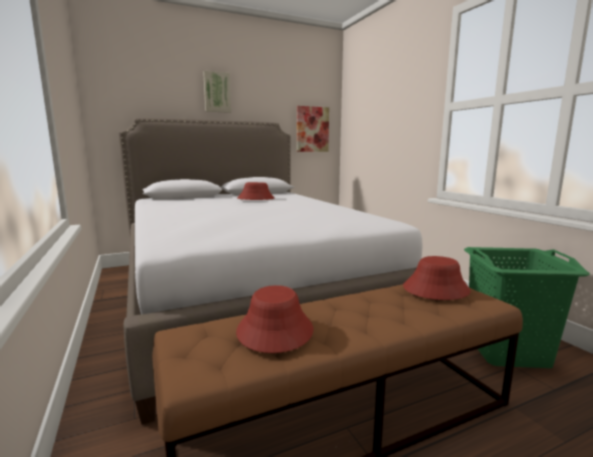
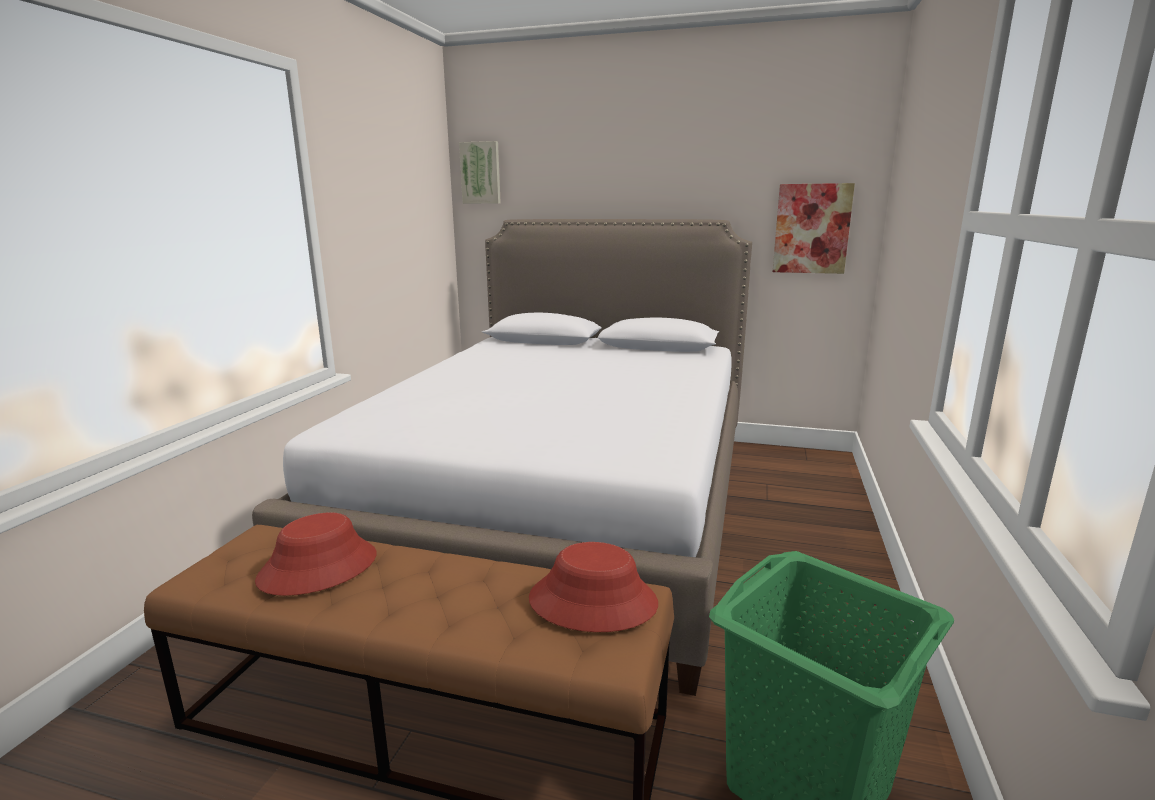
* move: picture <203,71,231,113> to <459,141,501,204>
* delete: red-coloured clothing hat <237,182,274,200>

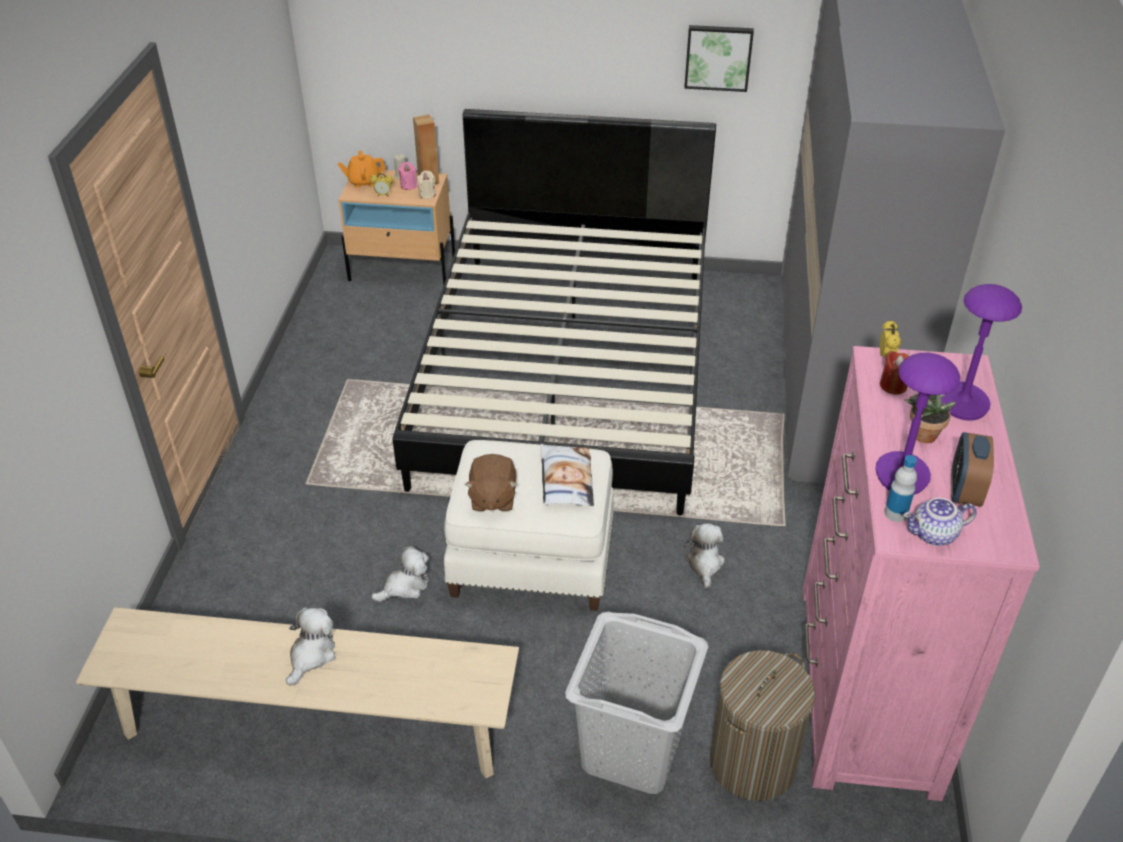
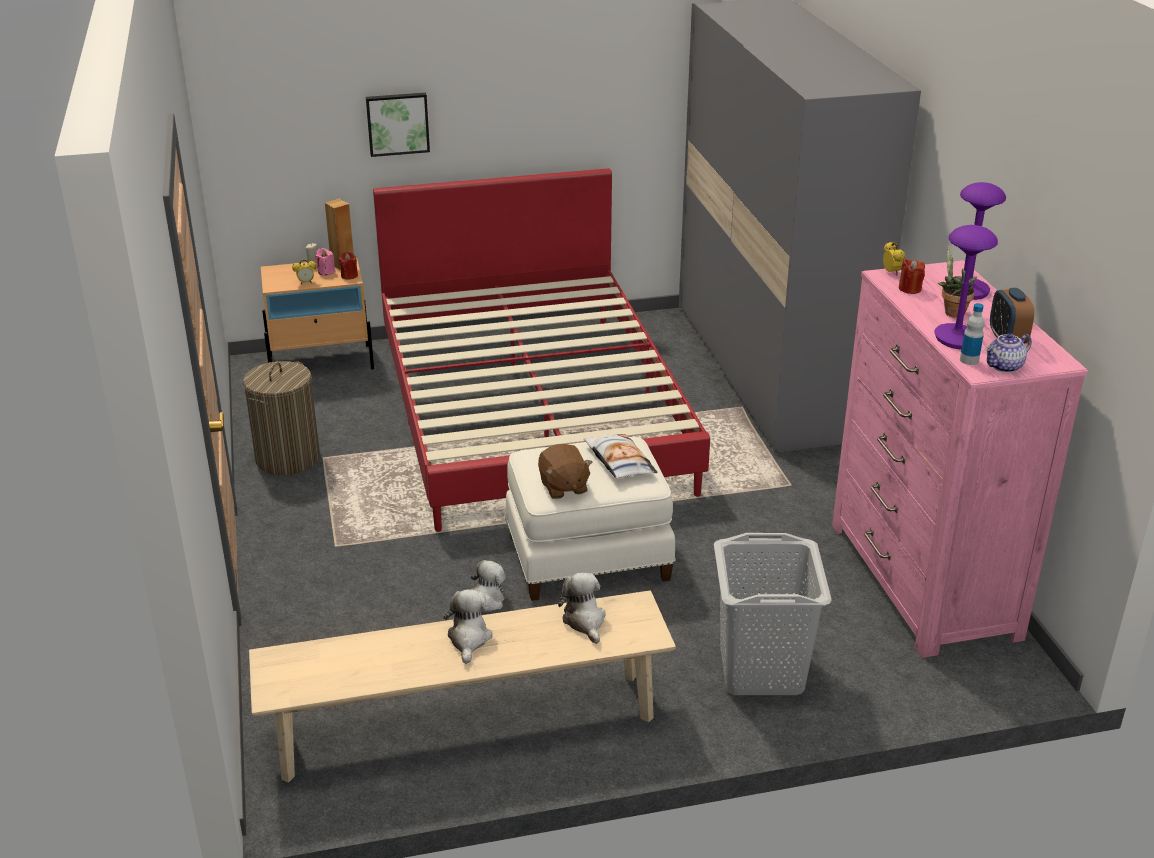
* move: picture <684,25,754,92> to <366,93,430,157>
* recolor: black-coloured bedroom bed <393,109,716,515> to red-coloured bedroom bed <373,168,710,532>
* delete: orange-coloured tea pot <338,151,386,188>
* recolor: beige candle <417,170,436,199> to red-coloured candle <339,252,358,280>
* move: soft toy <684,523,725,589> to <558,572,606,644>
* move: laundry basket <710,650,815,801> to <243,361,320,475>

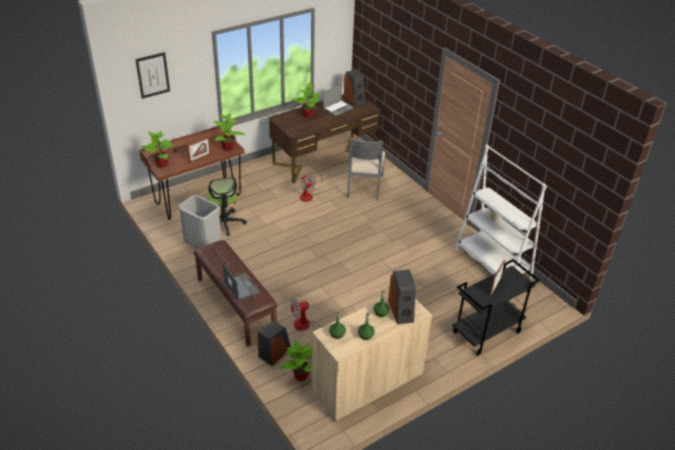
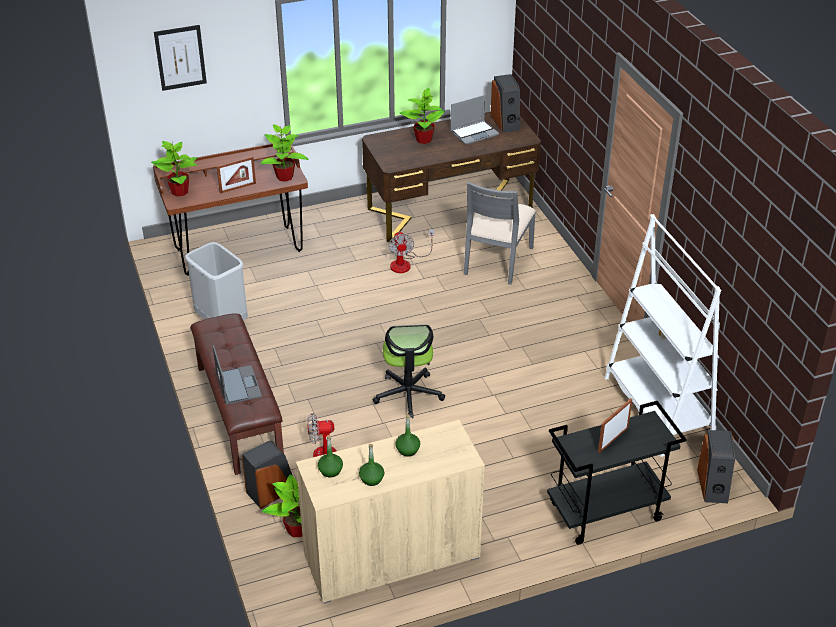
* move: office chair <207,177,247,236> to <373,324,445,418>
* move: speaker <388,270,416,324> to <697,430,735,503>

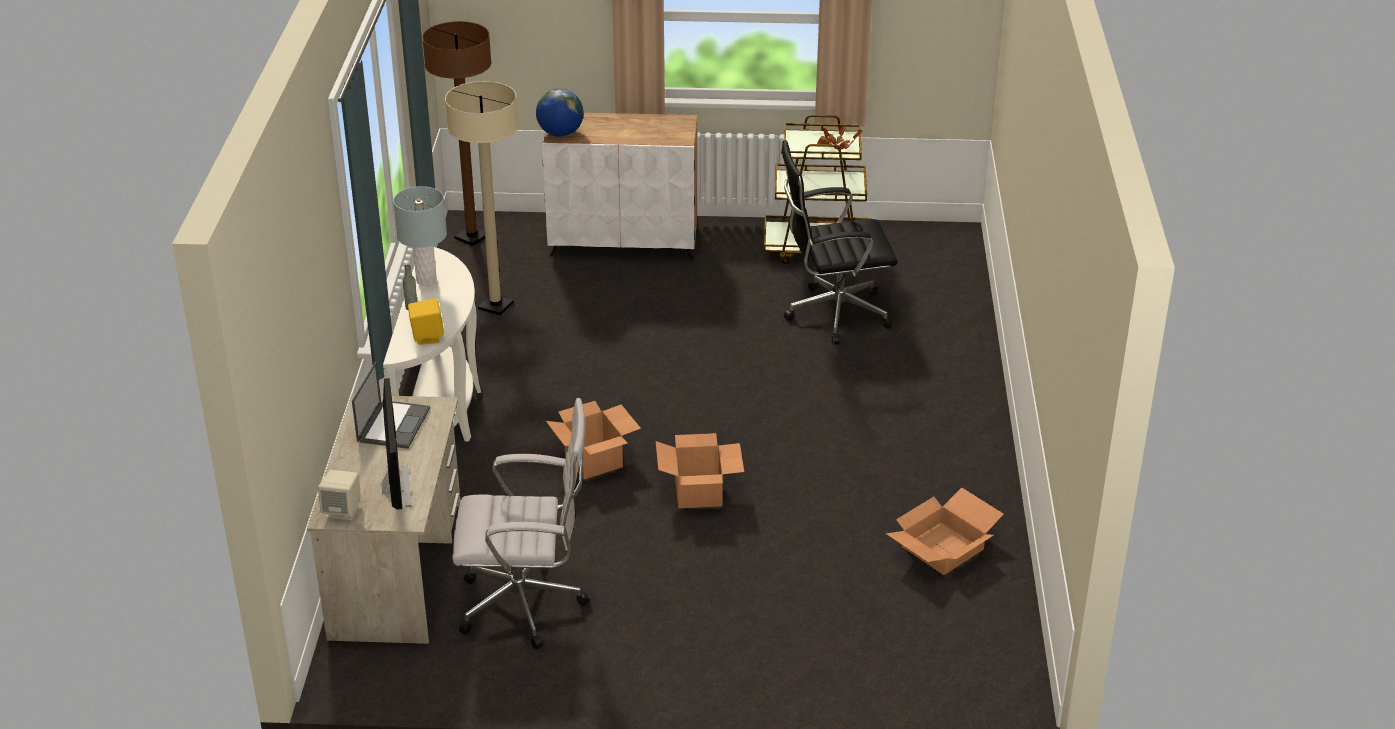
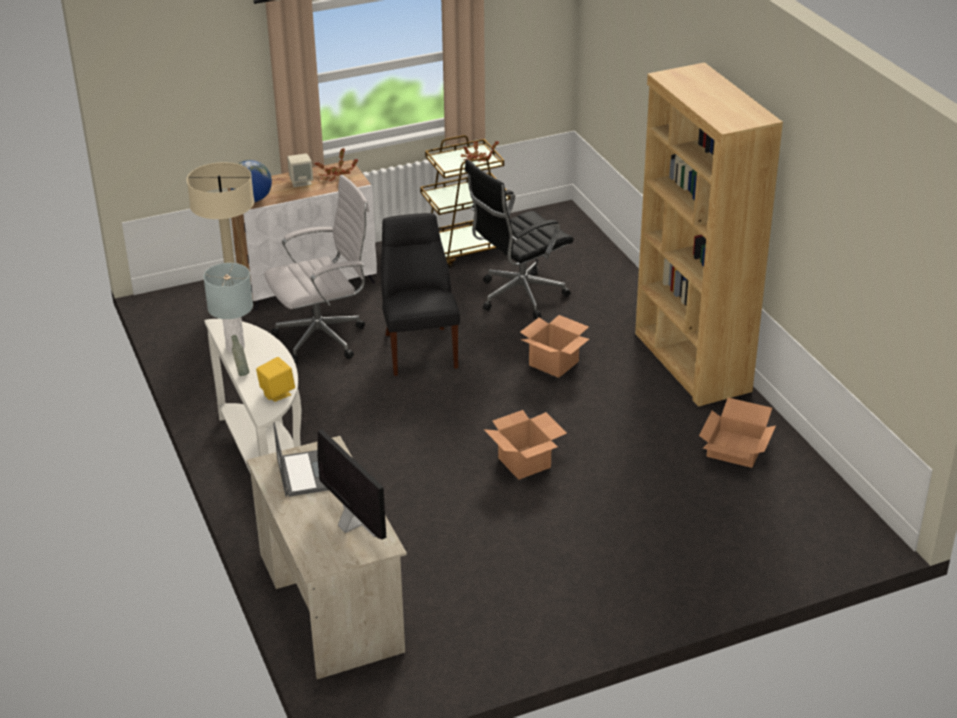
* delete: brownish standard lamp <422,21,492,246>
* move: whitish office chair <453,398,589,649> to <264,175,369,364>
* move: packing box <546,401,641,479> to <520,315,589,378>
* move: beige speaker <318,470,361,520> to <287,153,313,187>
* insert: brownish shelving unit <635,62,783,407>
* insert: plant in a pot <315,148,358,181>
* insert: black-coloured chair <381,213,460,376>

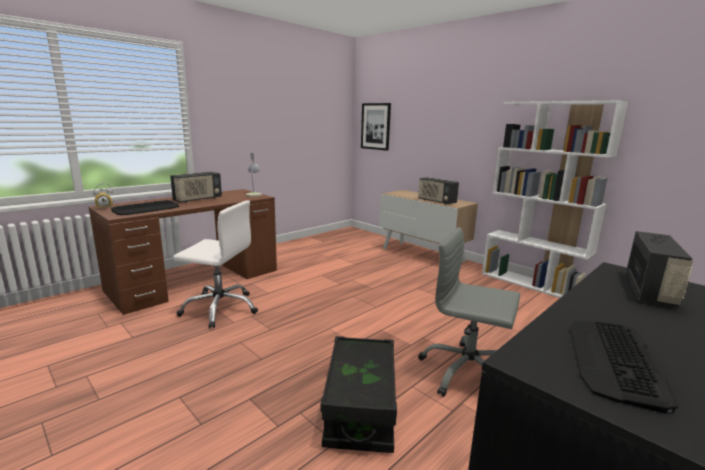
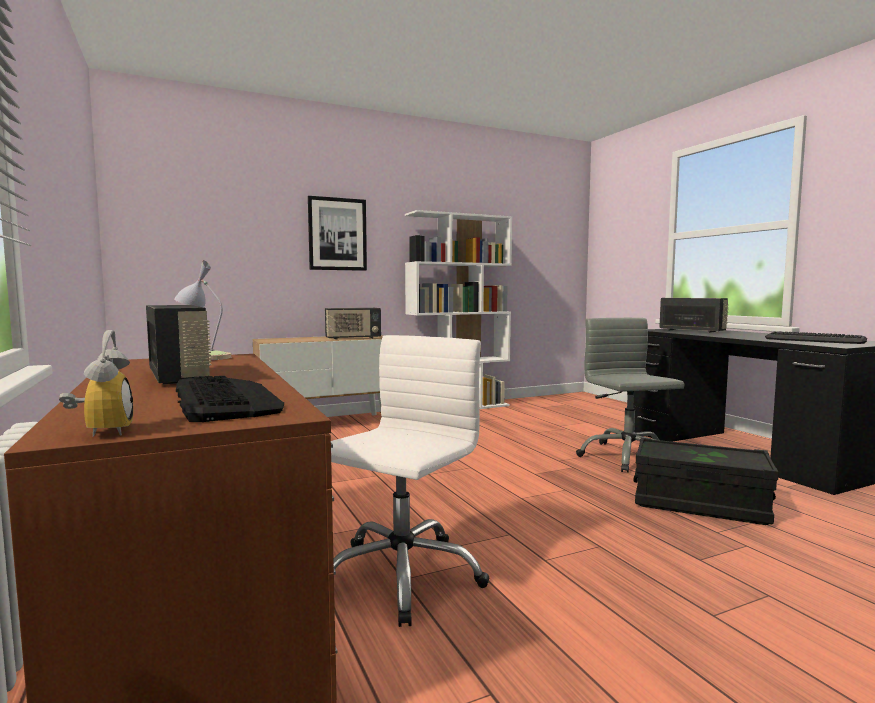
* move: picture <361,103,391,151> to <308,196,367,271>
* rotate: greyish office chair <418,227,520,397> = <576,318,685,473> 120 degrees clockwise

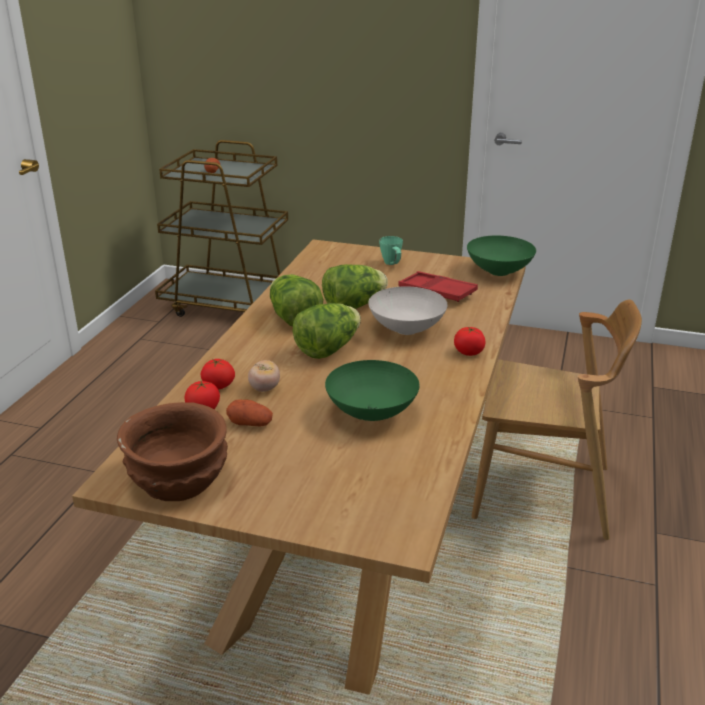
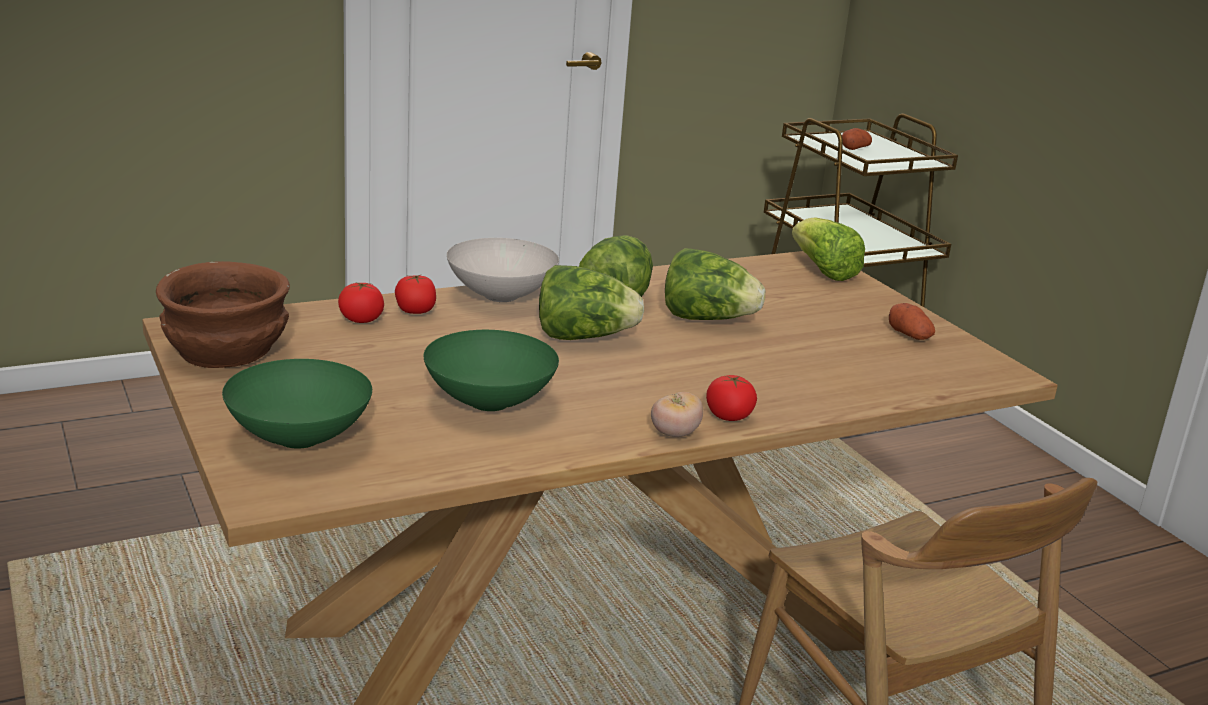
* delete: green tea mug <379,236,403,265>
* move: green deep dish <467,236,536,276> to <222,359,372,449>
* delete: red-coloured carrying tray <398,271,478,302>
* move: whitish deep dish <368,287,448,335> to <447,238,559,302>
* move: tomato <248,360,280,392> to <651,392,703,437>
* move: whole potato <226,400,273,426> to <889,303,935,340>
* insert: head of lettuce <792,217,865,281>

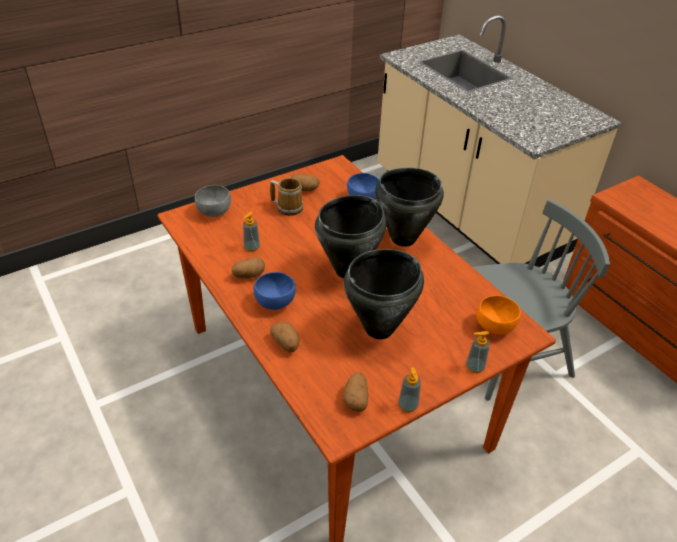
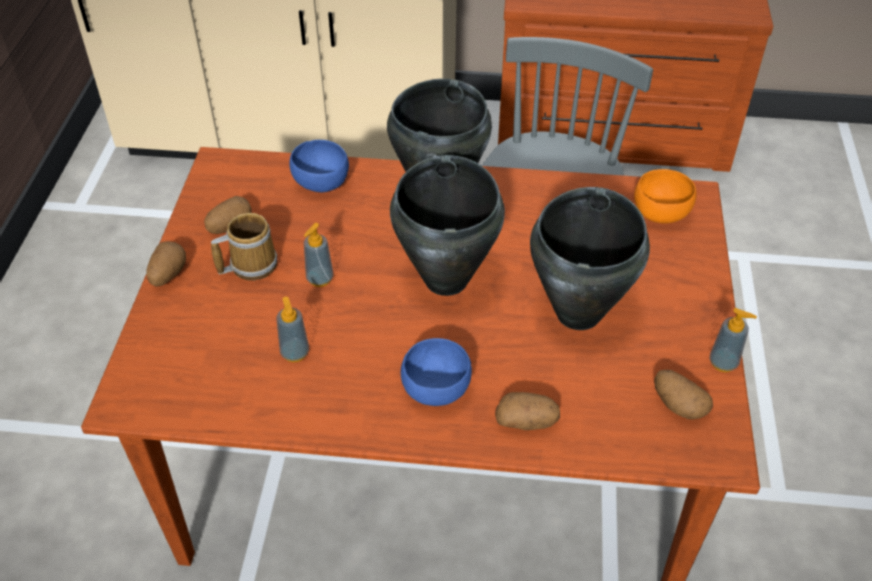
* delete: greyish deep dish <195,185,231,217>
* move: whole potato <232,257,265,279> to <146,241,186,287>
* move: liquid soap bottle <466,331,490,373> to <304,223,333,287>

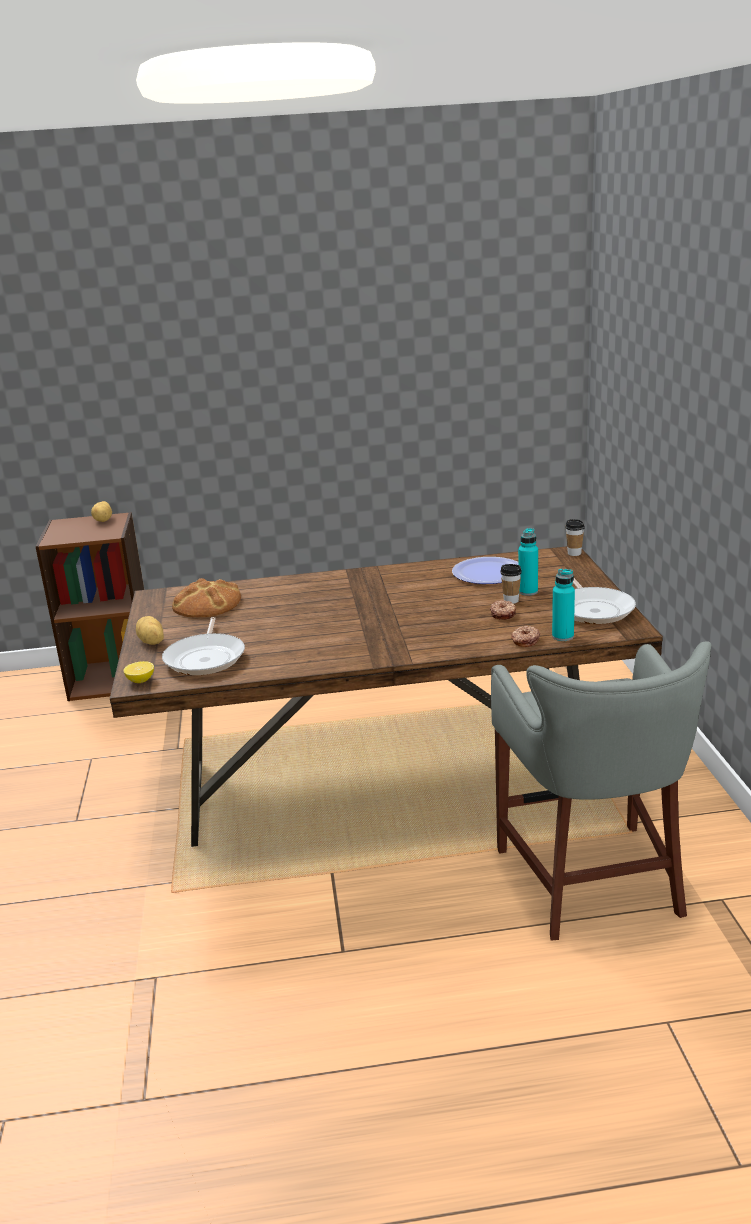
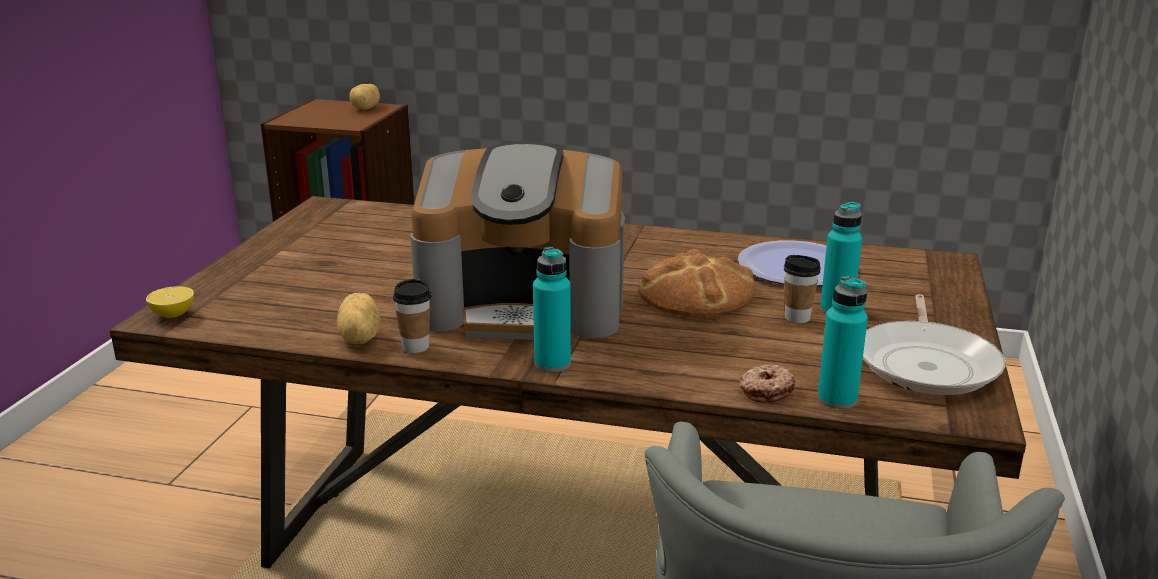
* move: small cup <565,519,585,556> to <393,279,431,353>
* move: bread <172,578,241,618> to <639,249,755,317>
* delete: donut <490,600,516,620>
* move: whole potato <136,616,164,645> to <337,293,381,344>
* delete: skillet <162,617,245,675>
* insert: coffee brewer <410,142,625,340>
* insert: turquoise-coloured bottle <533,247,571,372>

